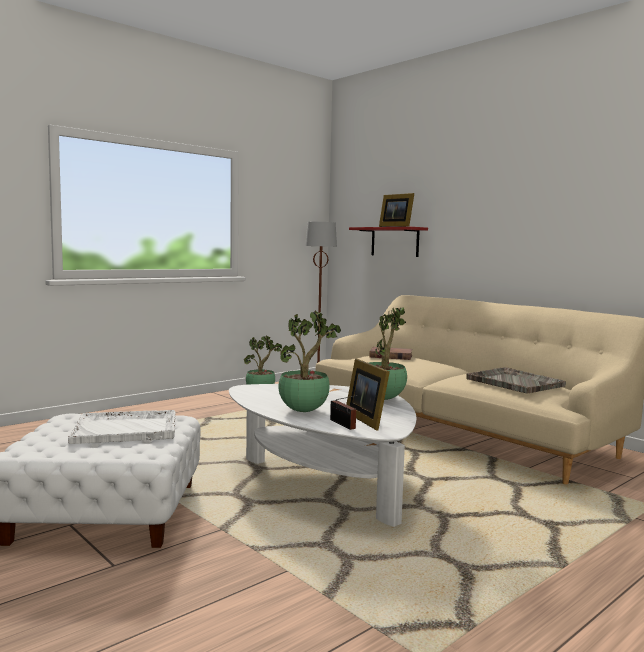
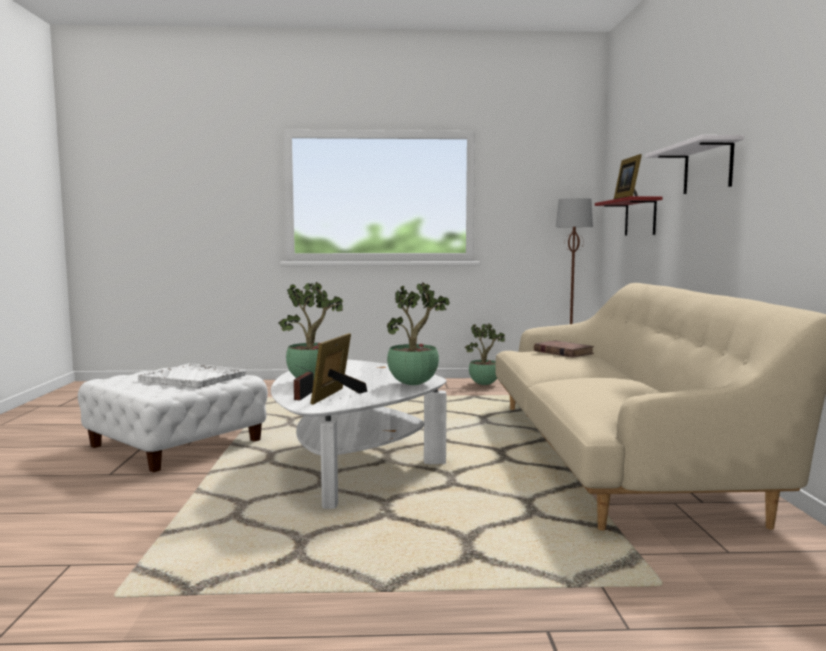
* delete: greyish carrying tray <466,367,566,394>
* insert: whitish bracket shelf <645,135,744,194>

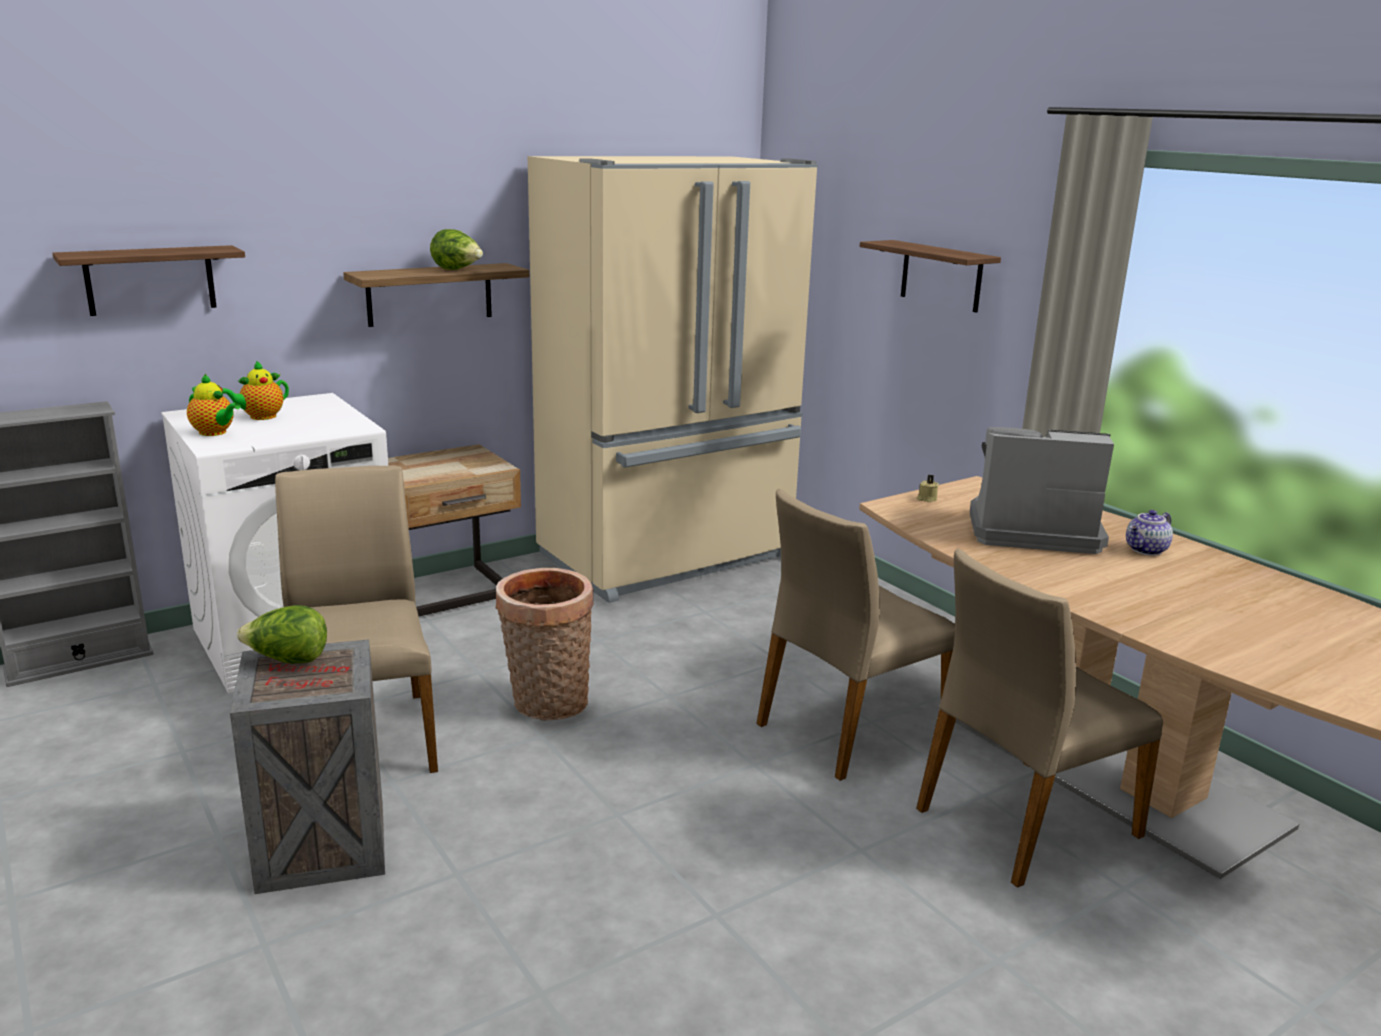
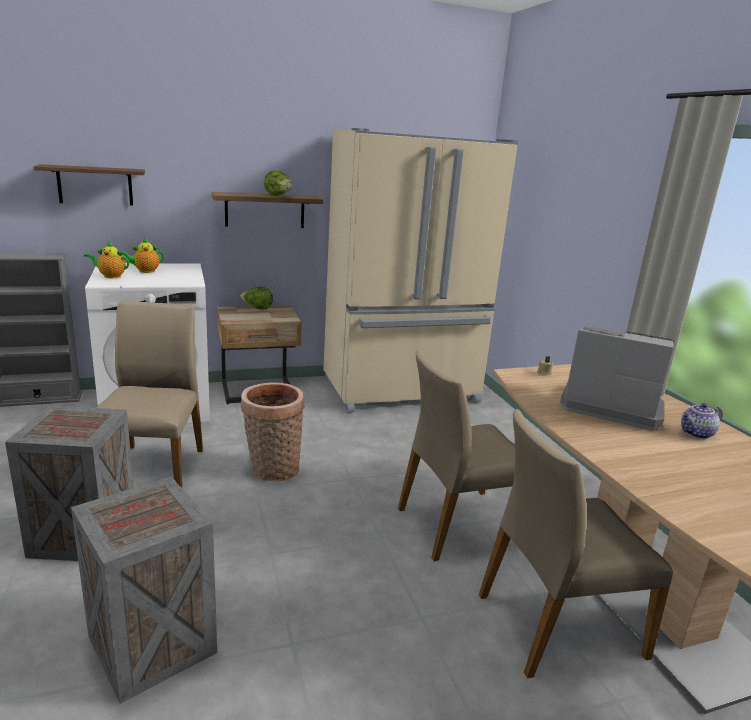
* delete: bracket shelf <860,240,1001,313>
* rotate: tea pot <187,374,241,436> = <84,241,129,278> 135 degrees clockwise
* move: head of lettuce <237,605,327,664> to <240,287,273,309>
* insert: shipping crate <71,476,217,704>

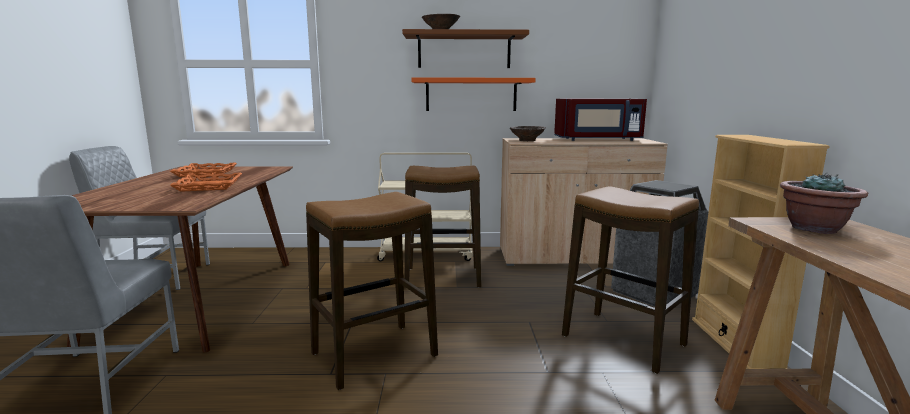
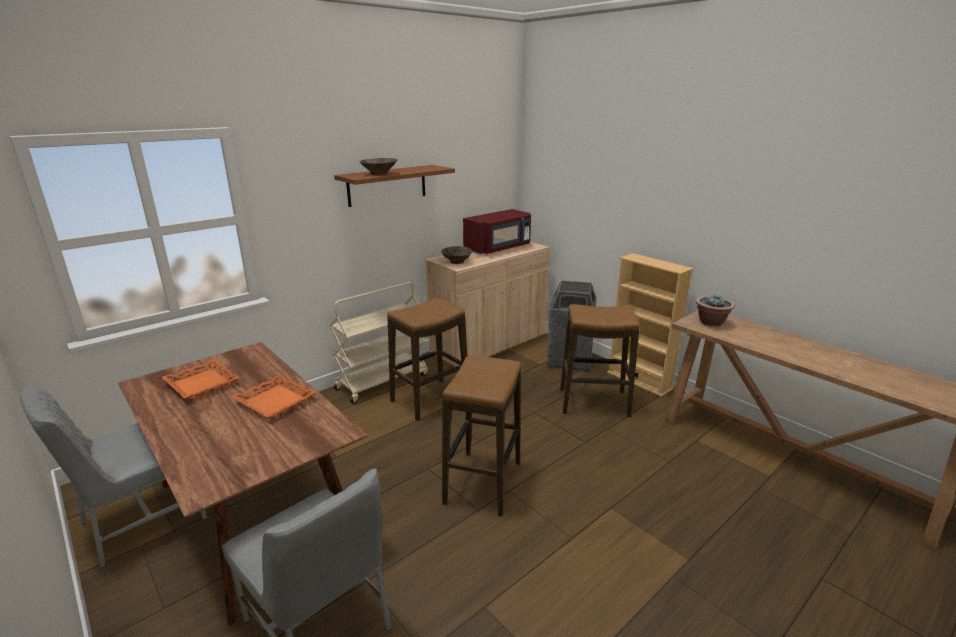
* delete: orange-coloured bracket shelf <411,77,536,111>

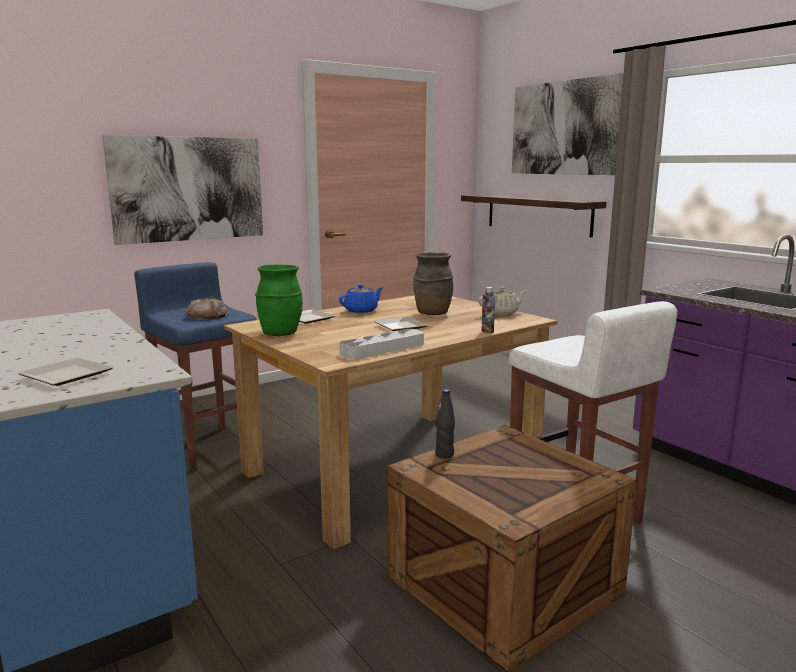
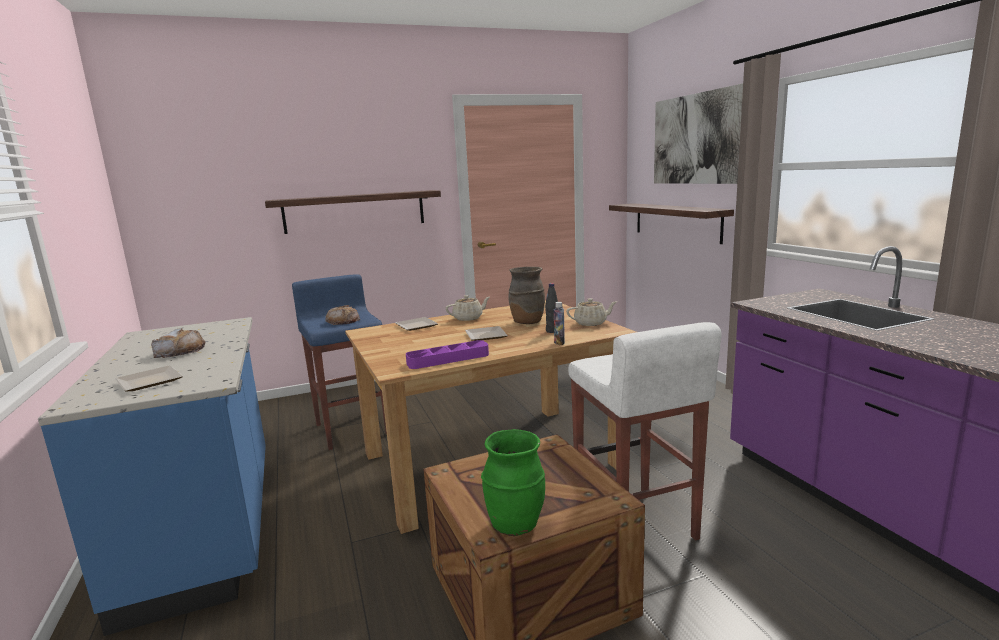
* replace: picture <102,135,263,245> to bracket shelf <265,190,441,234>
* move: green vase <255,264,303,336> to <481,429,545,536>
* recolor: bluish tea pot <339,284,383,313> to beige tea pot <445,295,490,321>
* recolor: greyish carrying tray <339,329,424,359> to purple-coloured carrying tray <406,340,489,369>
* move: black-coloured bottle <435,389,455,459> to <545,283,558,333>
* insert: bread <151,328,205,358>

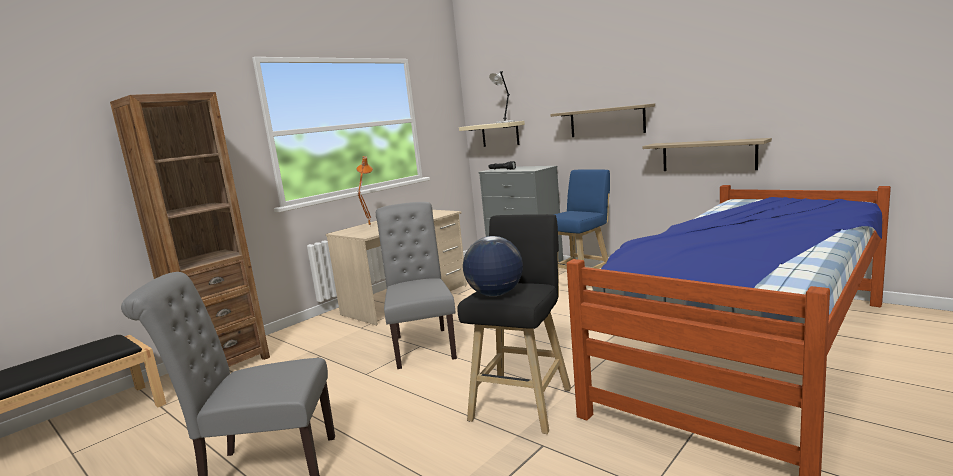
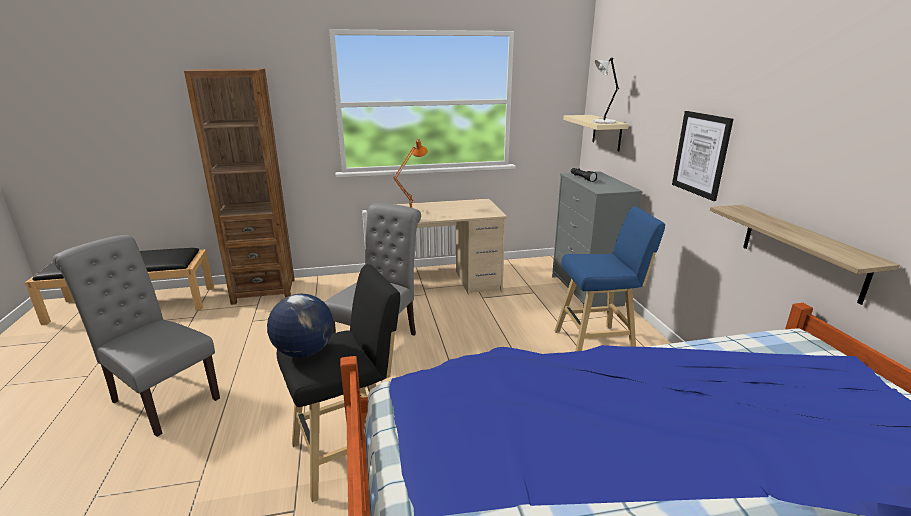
* replace: bracket shelf <550,103,655,137> to picture <672,111,733,201>

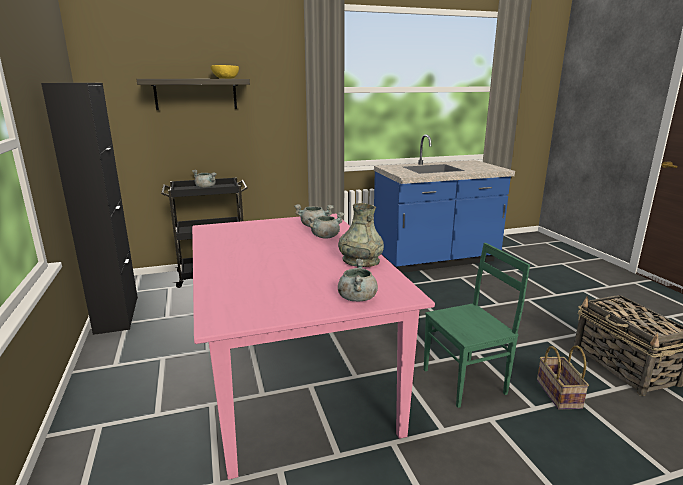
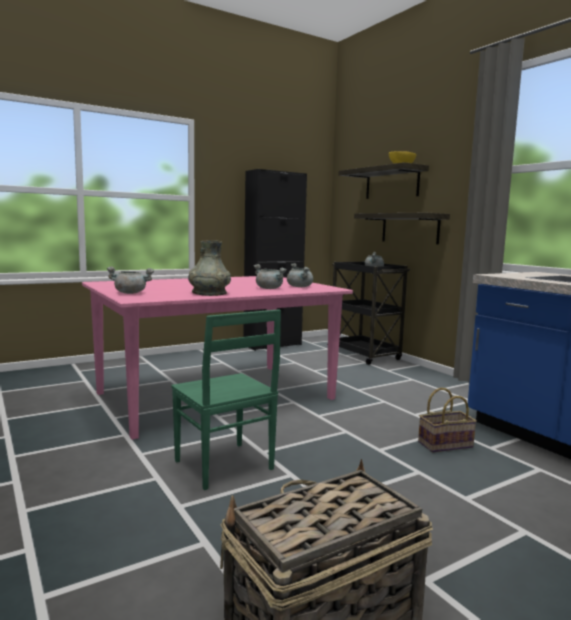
* move: household basket <537,346,589,410> to <418,388,477,452>
* insert: bracket shelf <354,213,450,244>

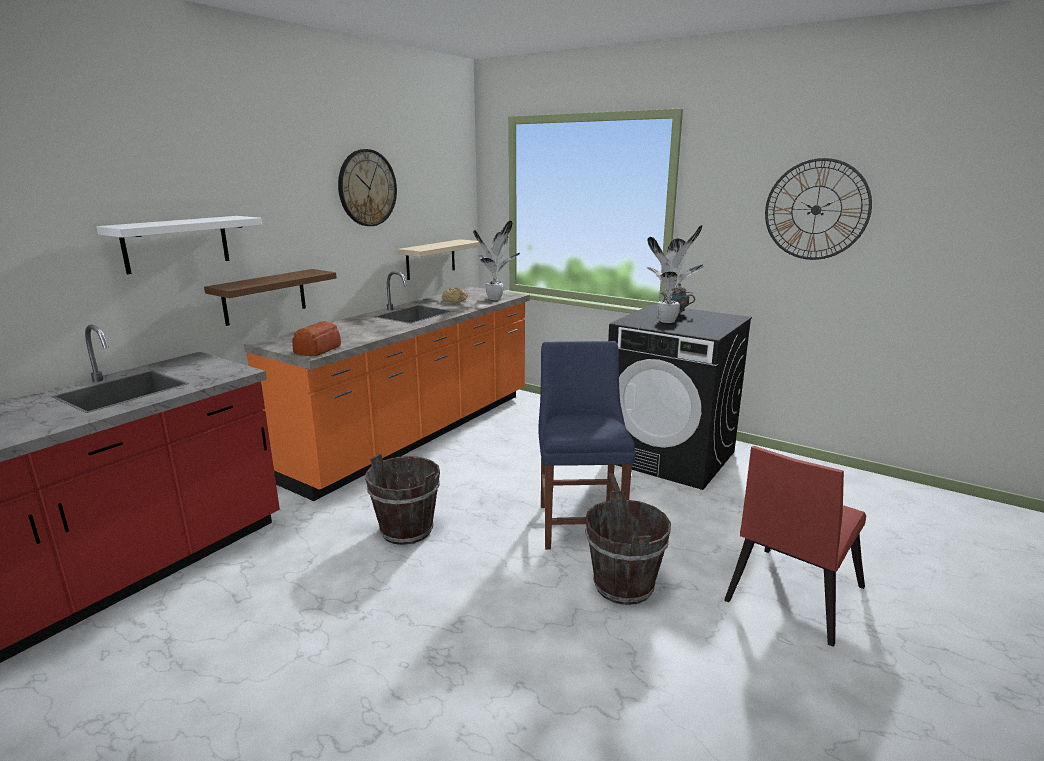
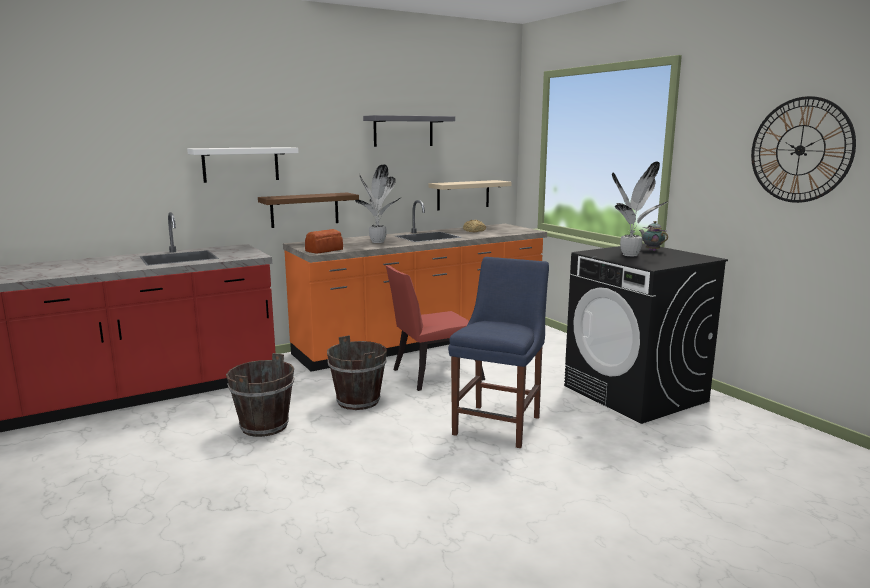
* replace: clock on the wall <338,149,397,226> to greyish bracket shelf <363,115,455,147>
* move: plant in a pot <473,221,520,300> to <355,164,400,243>
* move: red-coloured chair <724,446,866,647> to <386,265,485,391>
* move: brownish pail <585,491,671,605> to <226,353,294,437>

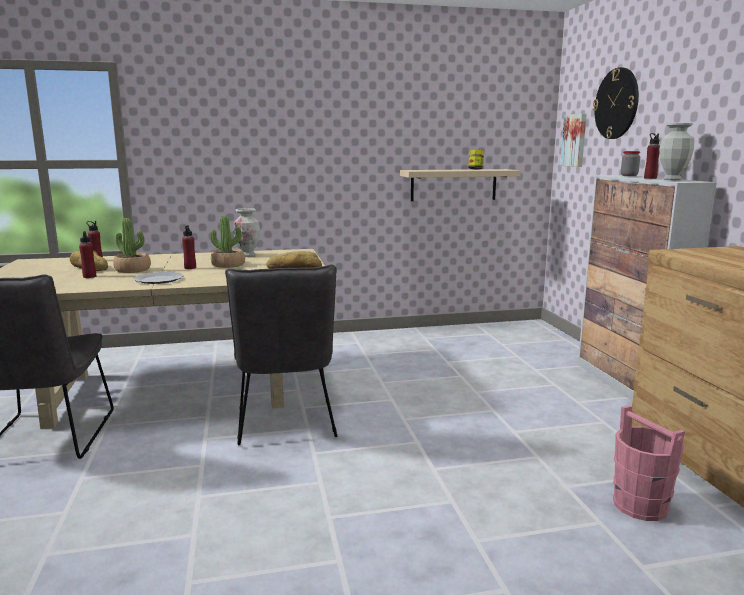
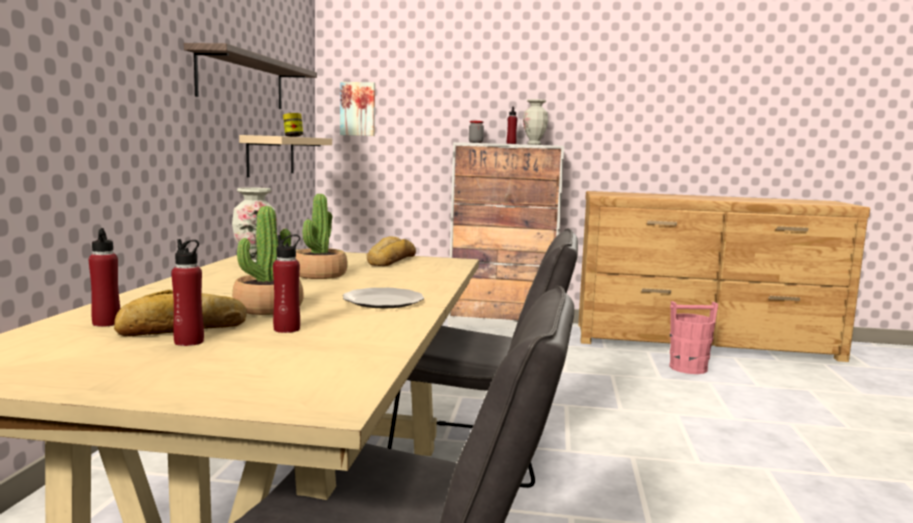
* delete: clock on the wall <593,67,639,139>
* move: red-coloured bottle <182,225,196,269> to <171,239,204,346>
* insert: bracket shelf <184,43,317,109>

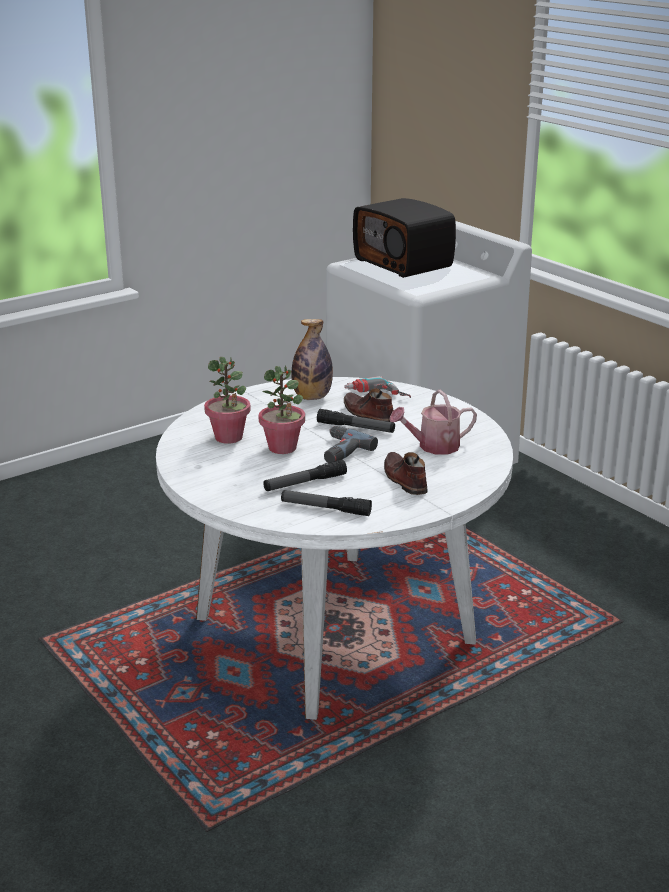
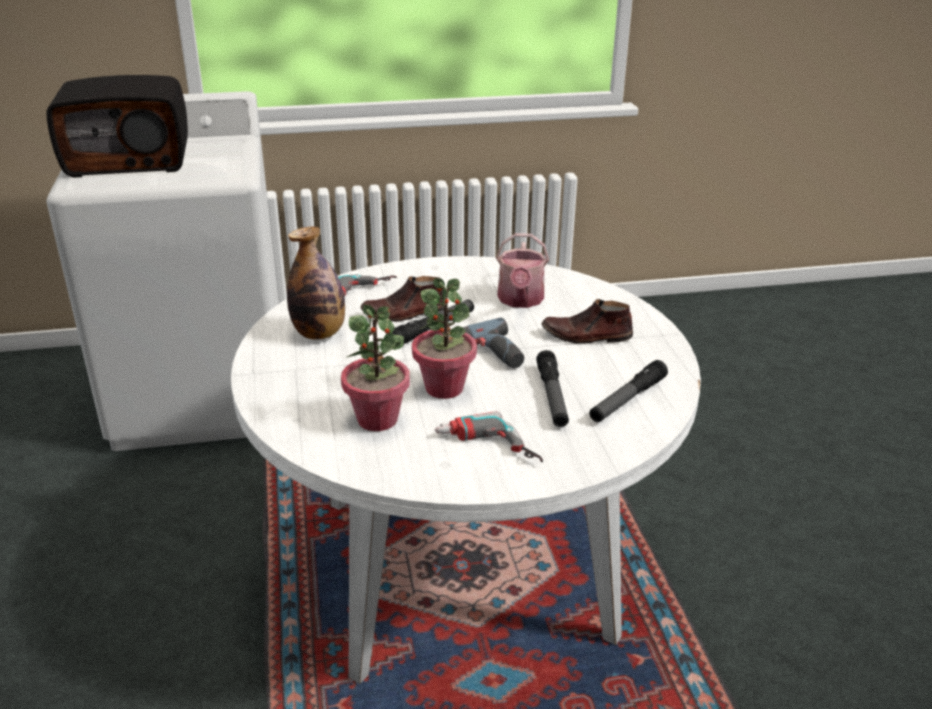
* insert: electric drill <435,411,543,462>

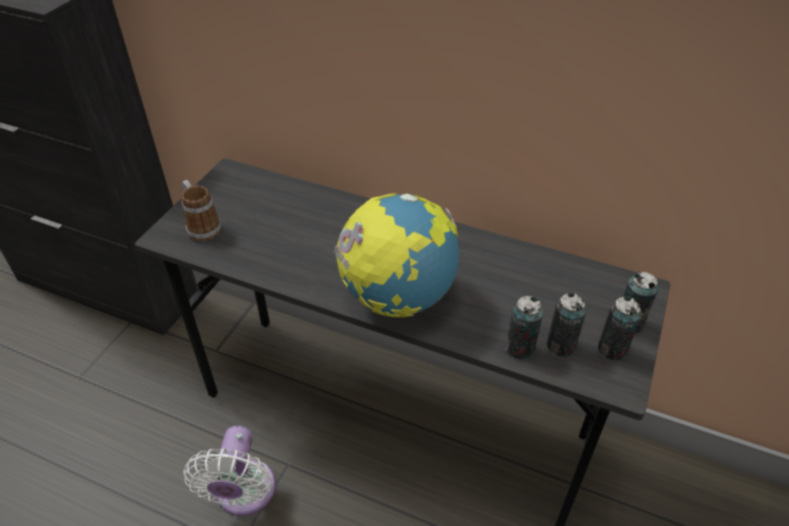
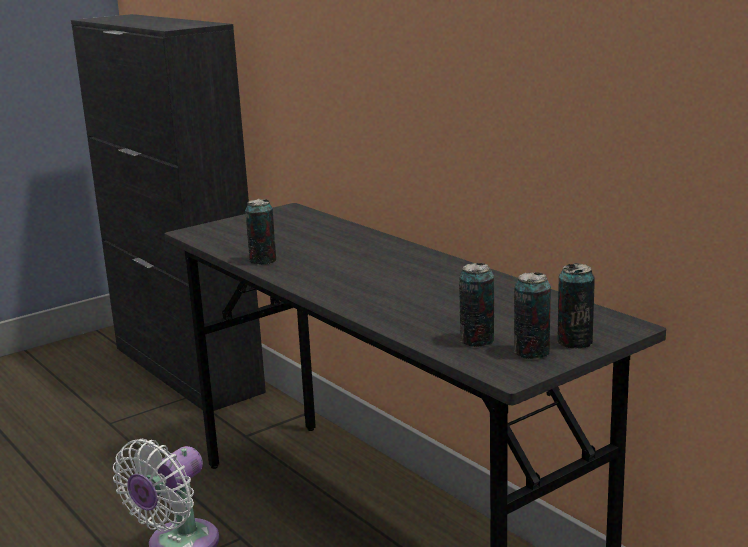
* delete: tea mug <181,180,221,241>
* delete: globe <334,193,459,317>
* move: metal can <505,296,543,360> to <245,199,276,265>

